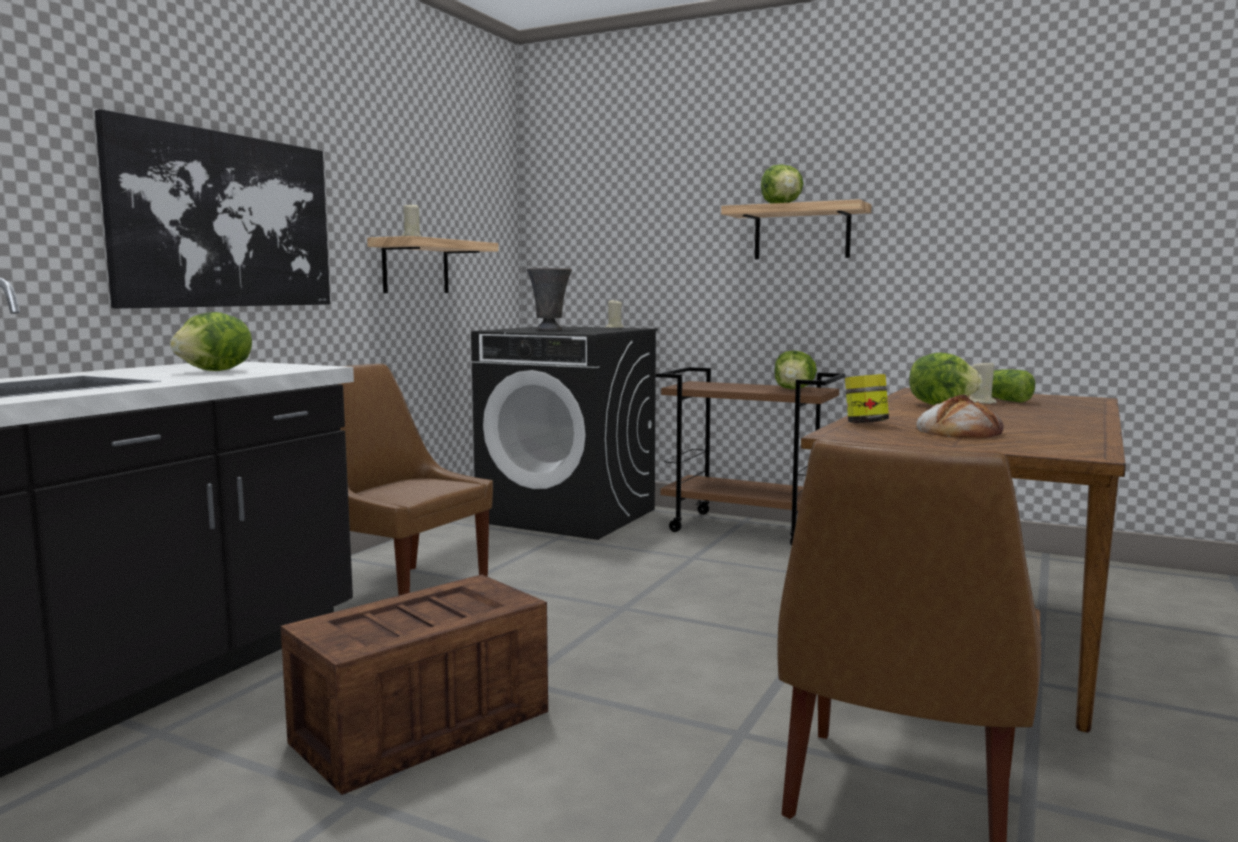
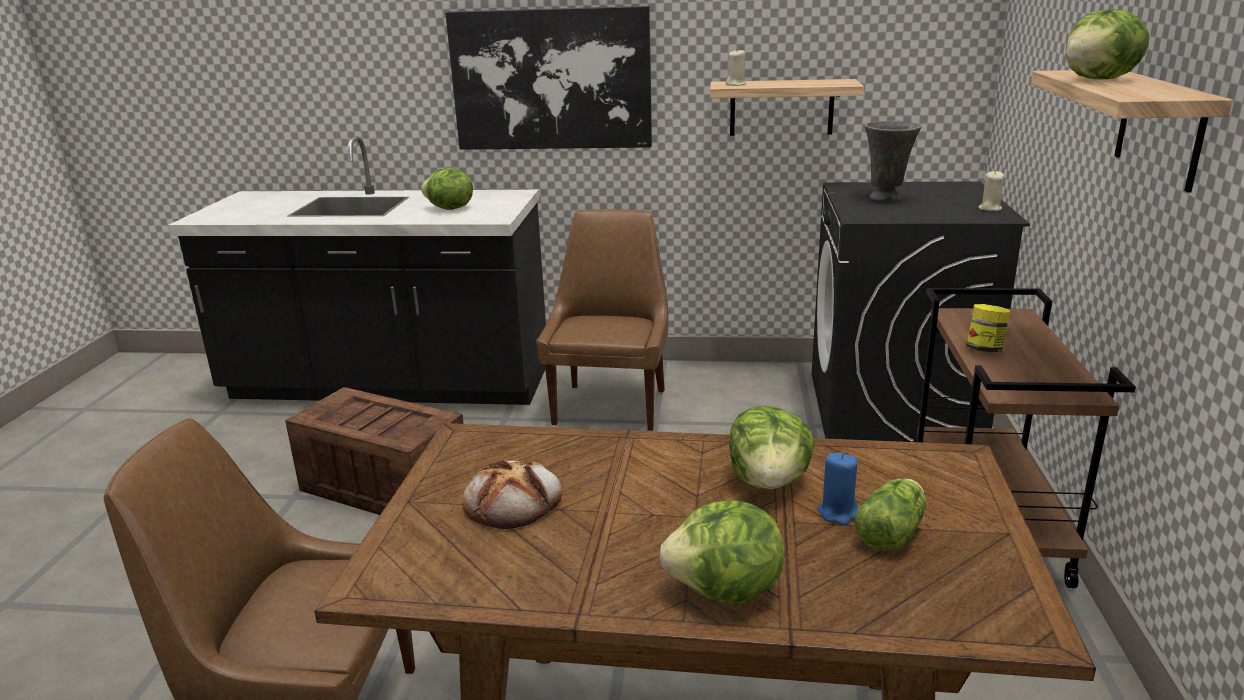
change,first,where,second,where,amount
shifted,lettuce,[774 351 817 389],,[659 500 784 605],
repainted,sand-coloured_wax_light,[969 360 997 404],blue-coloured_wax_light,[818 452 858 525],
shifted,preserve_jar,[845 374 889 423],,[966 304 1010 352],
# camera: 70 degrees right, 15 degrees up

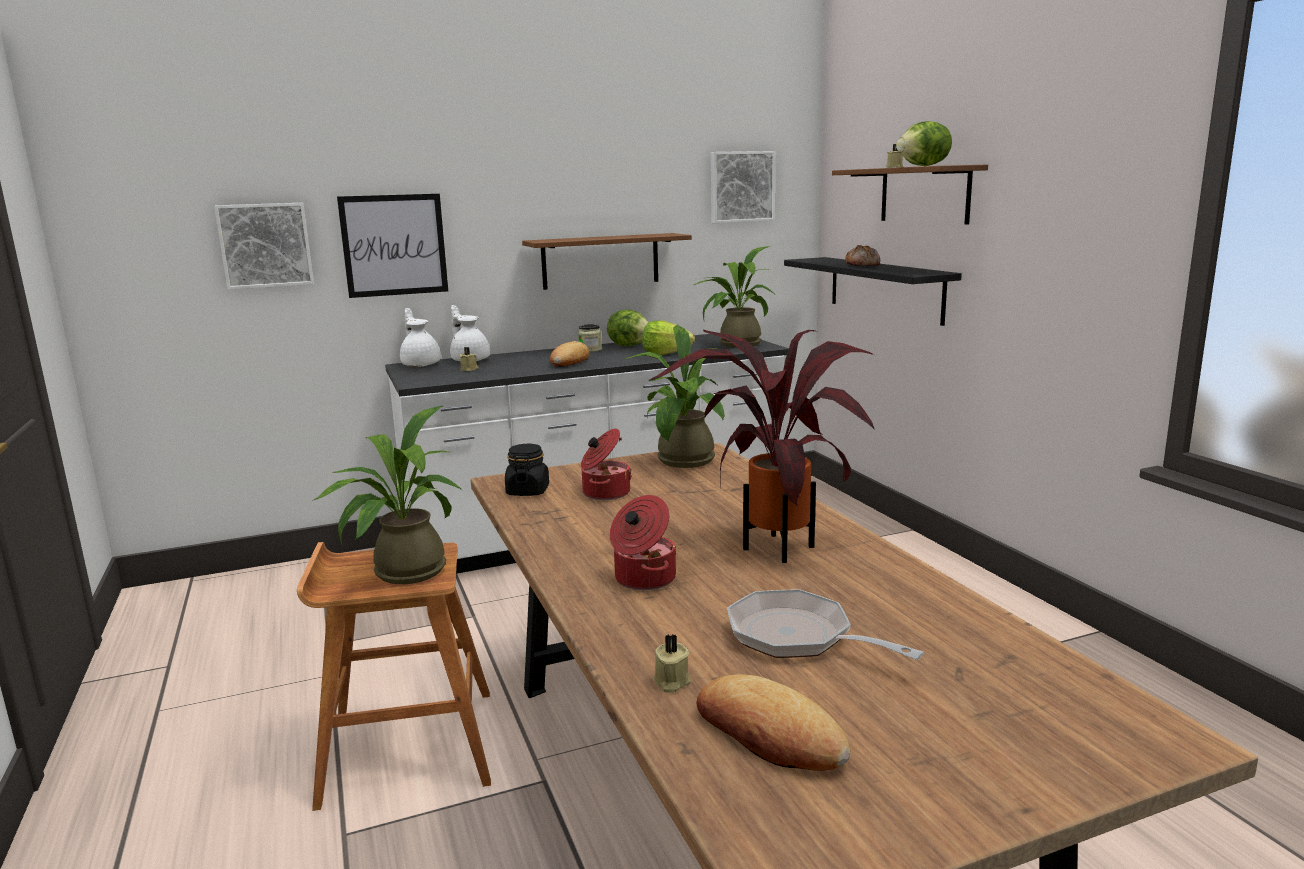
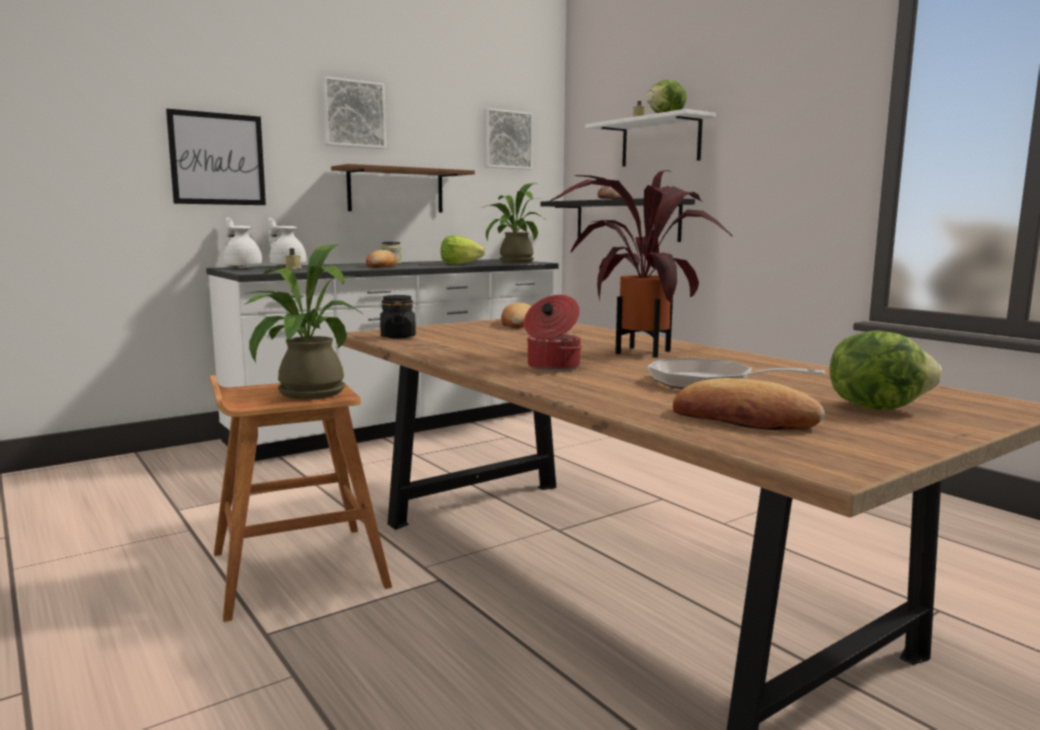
change,first,where,second,where,amount
shifted,wall_picture,[214 203 314 290],,[321 76 386 149],
swapped,plant_in_a_pot,[625 325 725 468],bakery_bread,[501 303 532 328],
repainted,brown-coloured_shelf,[832 165 988 225],white_shelf,[585 109 716 167],
shifted,lettuce,[607 310 649 346],,[830 331 942 410],
gone,stockpot,[581 429 632 500],,,
gone,sand-coloured_wax_light,[653 635 691 693],,,
# camera: 15 degrees left, 5 degrees down

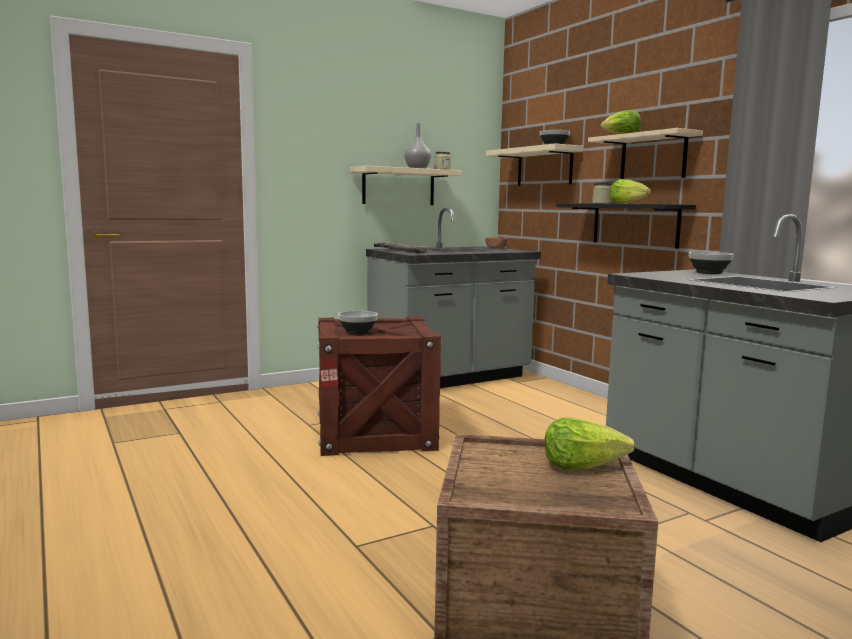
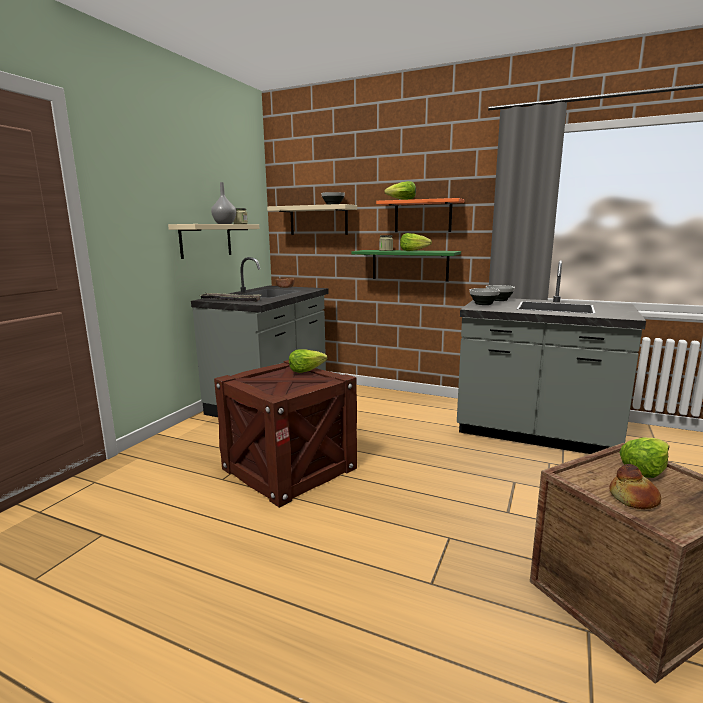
change,first,where,second,where,amount
new,,,lettuce,[289 349 327 373],
repainted,blackish_shelf,[556 203 696 249],greenish_shelf,[351 250 461 282],
repainted,sand-coloured_shelf,[588 128 703 179],orange-coloured_shelf,[376 198 464 232],
shifted,bowl,[338 311 378 335],,[470 288 500 305],
new,,,bakery_bread,[609 464 661 509],
# camera: 35 degrees left, 5 degrees up

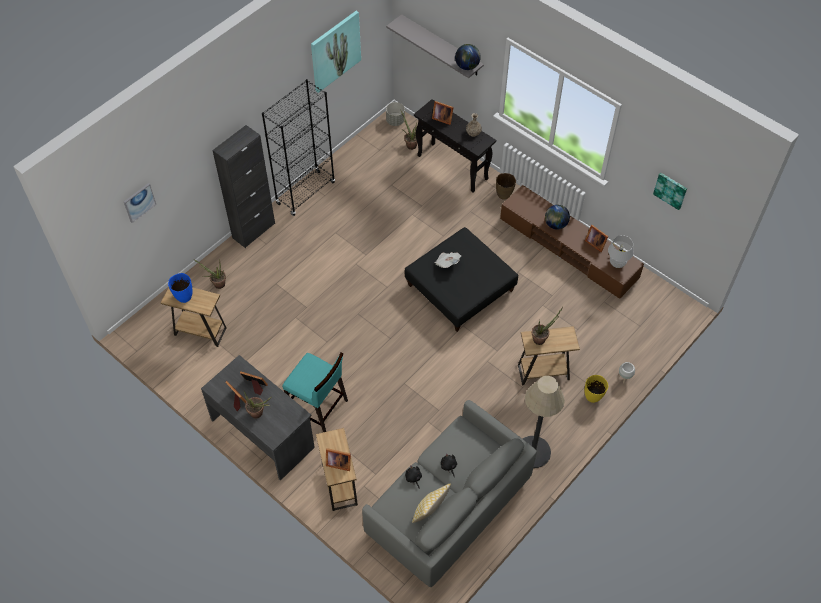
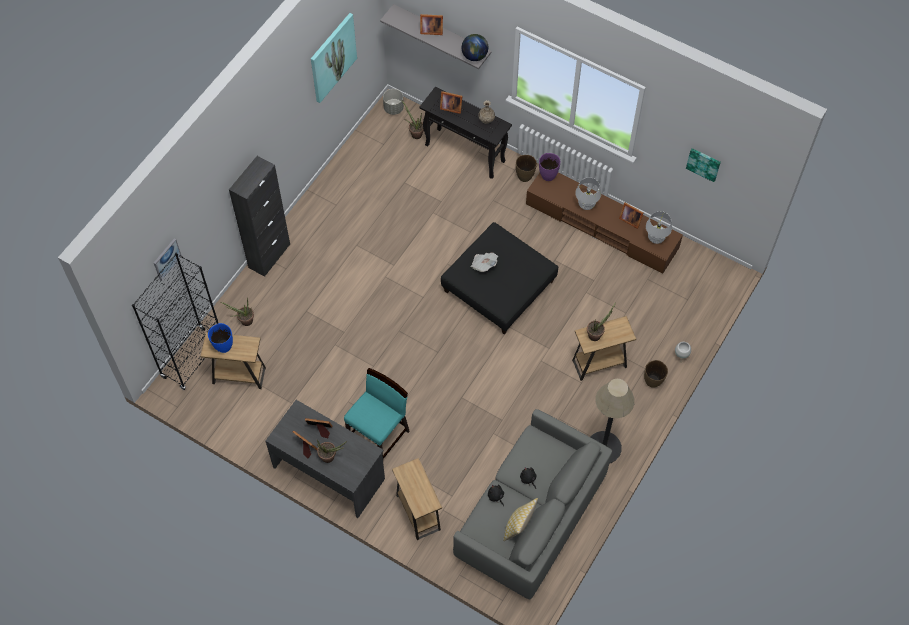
change,first,where,second,where,amount
shifted,blackish_bookcase,[262 79 335 216],,[132 253 219 391],
rotated,turquoise_upright_chair,[282 352 348 432],,[344 368 410 459],75 degrees counterclockwise
shifted,picture_frame,[326 448 351 471],,[420 14 443 35],
new,,,purple_decorative_vase,[539 153 560 181],
swapped,world_globe,[545 205 570 230],white_table_lamp,[575 177 601 210],
repainted,yellow_decorative_vase,[585 375 608 403],brown-coloured_decorative_vase,[644 360 668 388],
# camera: 10 degrees left, 5 degrees up

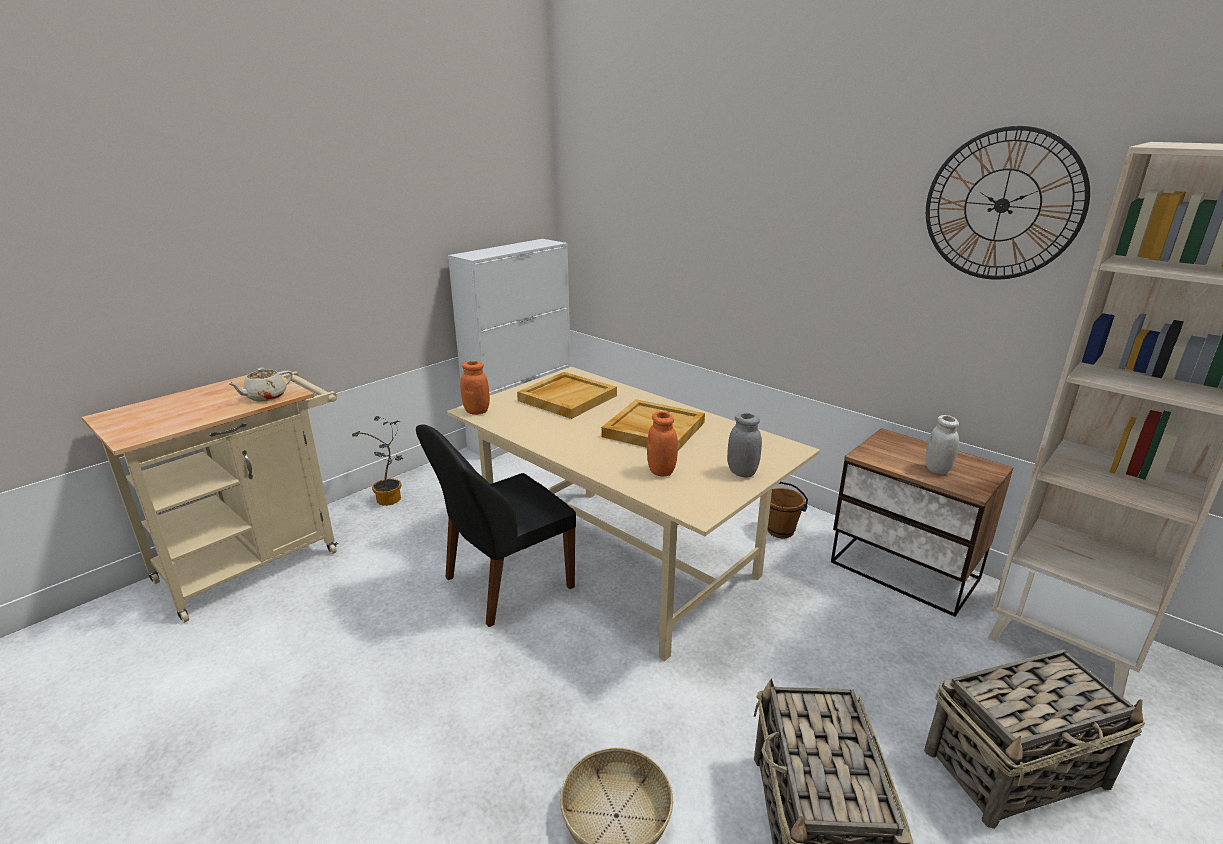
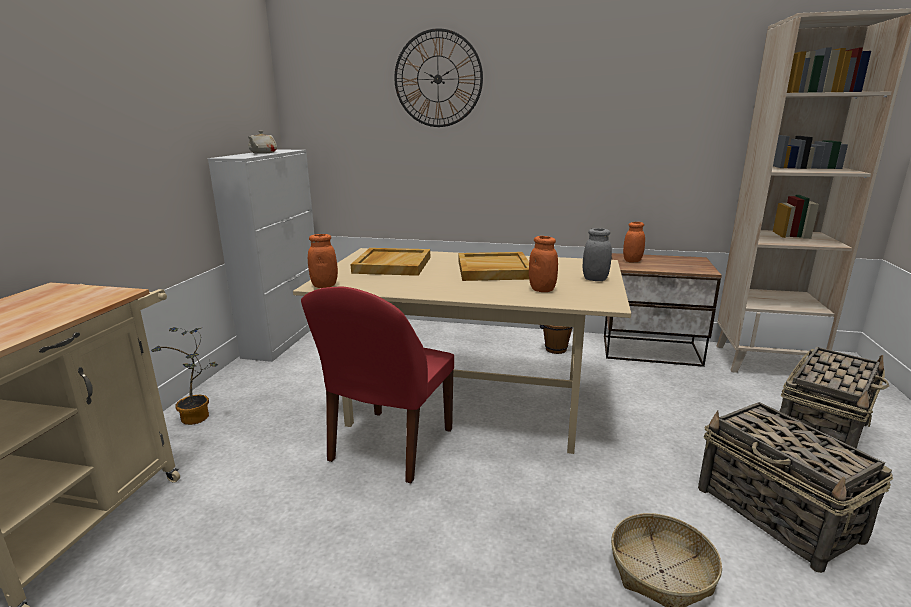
change,first,where,second,where,amount
shifted,sand-coloured_tea_pot,[227 368 293 402],,[248 131 277 154],
repainted,blackish_upright_chair,[416 424 576 627],red_upright_chair,[301 287 454 483],
shifted,wall_clock,[926 126 1090 280],,[394 28 483 127],
new,,,orange-coloured_preserve_jar,[623 222 645 263],
gone,white_preserve_jar,[926 415 959 474],,,
# camera: 30 degrees left, 5 degrees down

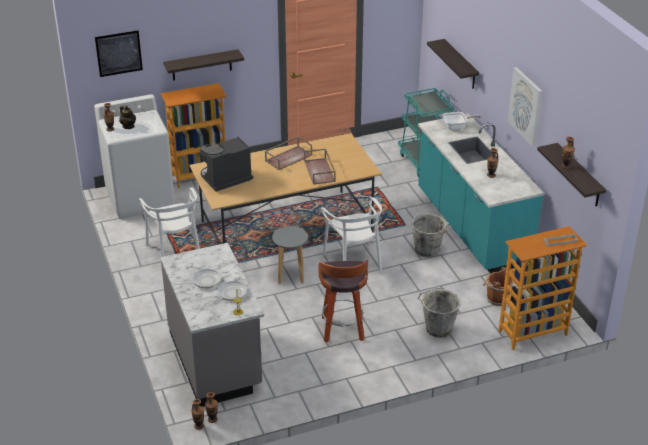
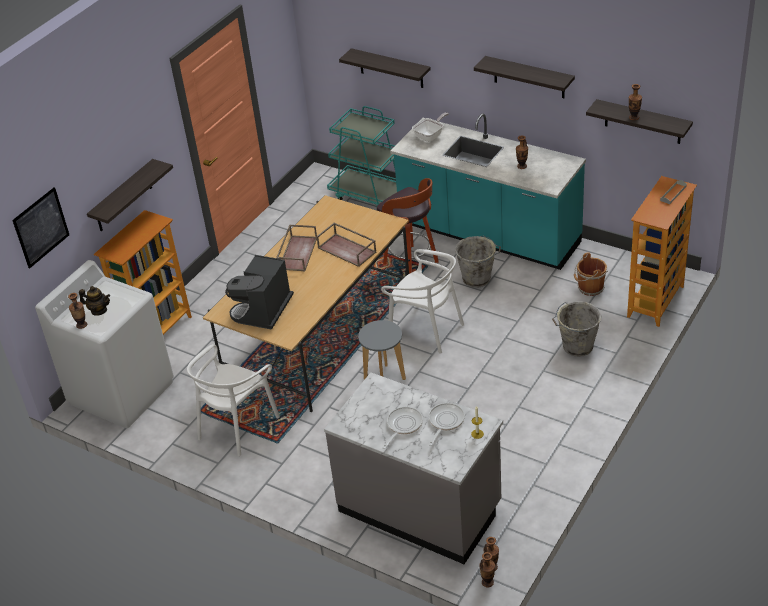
change,first,where,second,where,amount
rotated,white_upright_chair,[139 187 200 257],,[187 344 280 456],90 degrees clockwise
shifted,sitting_stool,[318 260 368 343],,[377 178 439 274],
swapped,wall_picture,[508 67 542 146],shelf,[474 56 575 98],
# camera: 35 degrees left, 5 degrees up

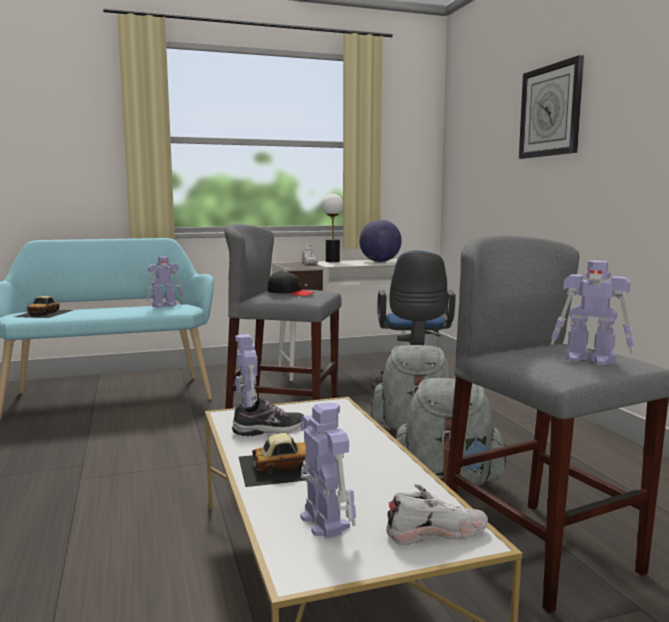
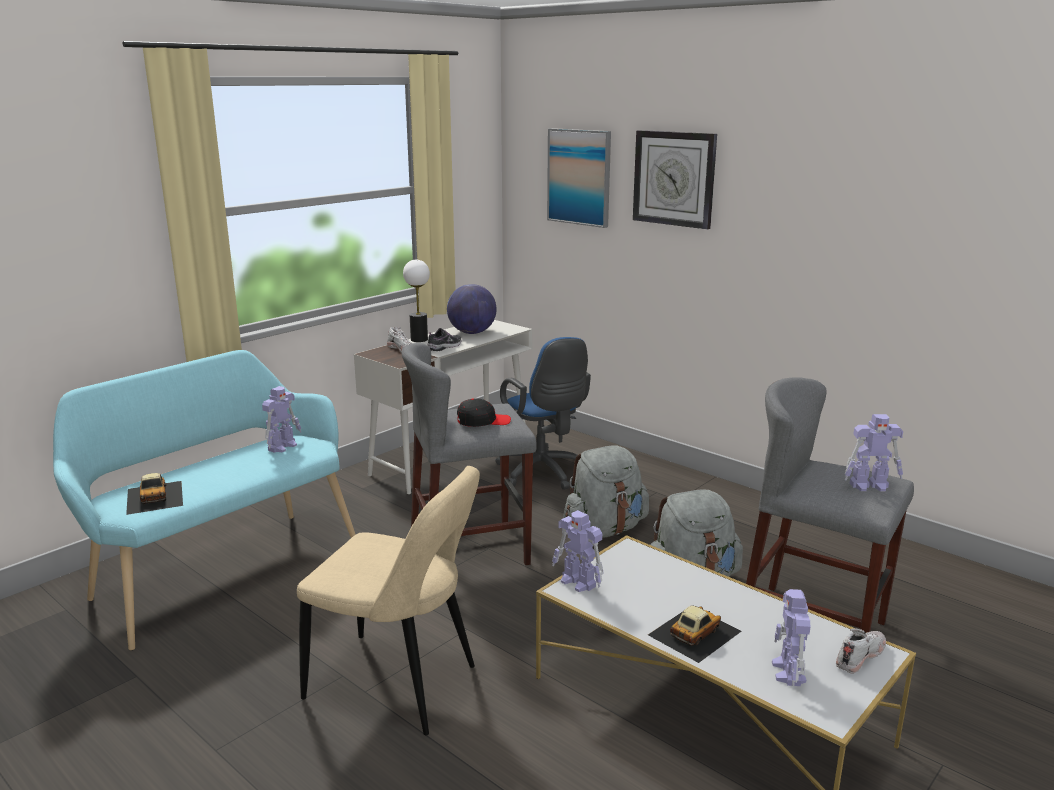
change,first,where,second,where,amount
new,,,sand-coloured_upright_chair,[297 466 480 735],
shifted,item_of_footwear,[232 398 304 436],,[428 328 462 351],
new,,,wall_picture,[547 128 611 228],
rotated,model_robot,[300 402 356 538],,[772 589 811 686],120 degrees counterclockwise
# camera: 30 degrees left, 10 degrees up

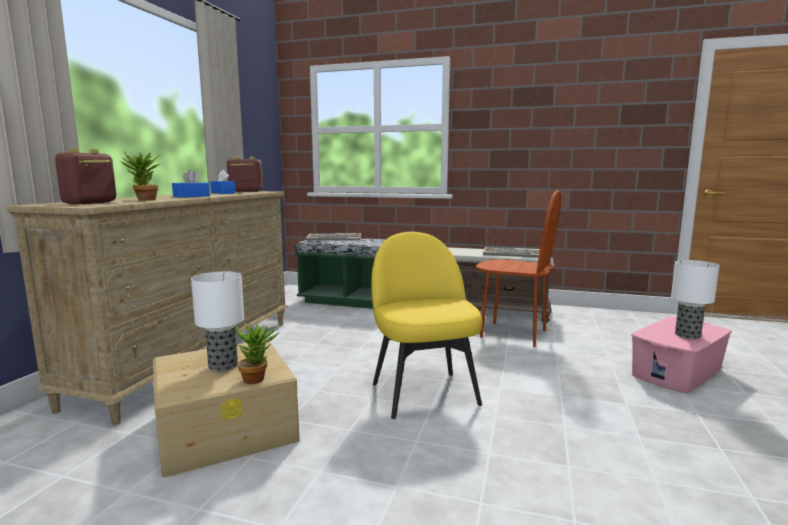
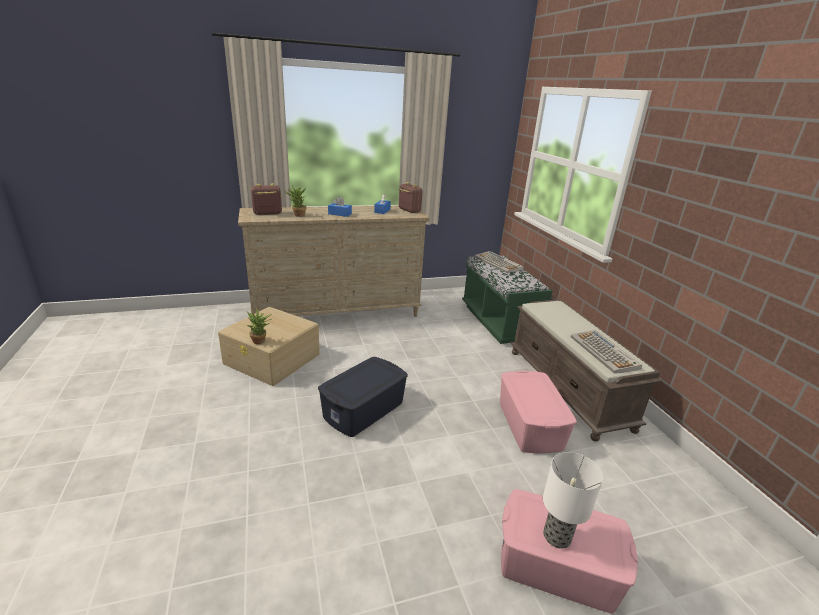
change,first,where,second,where,amount
swapped,yellow_upright_chair,[371 232 482 419],blue-coloured_storage_container,[318 357 408 437],
swapped,brown-coloured_upright_chair,[476 190 561 347],pinkish_storage_container,[500 371 577 454],
gone,table_lamp,[191 271 244 372],,,
# camera: 55 degrees right, 15 degrees up

